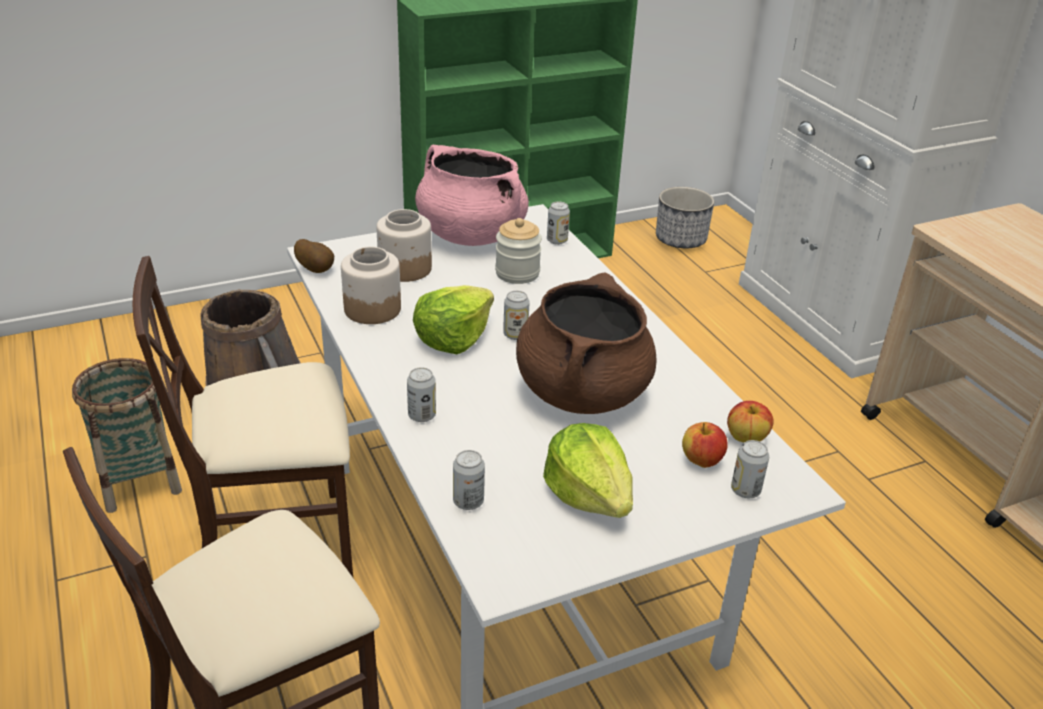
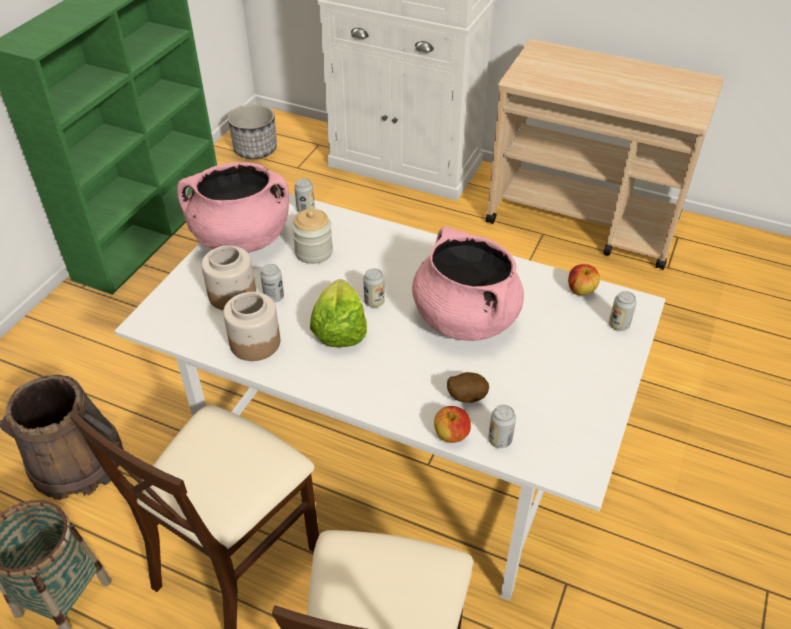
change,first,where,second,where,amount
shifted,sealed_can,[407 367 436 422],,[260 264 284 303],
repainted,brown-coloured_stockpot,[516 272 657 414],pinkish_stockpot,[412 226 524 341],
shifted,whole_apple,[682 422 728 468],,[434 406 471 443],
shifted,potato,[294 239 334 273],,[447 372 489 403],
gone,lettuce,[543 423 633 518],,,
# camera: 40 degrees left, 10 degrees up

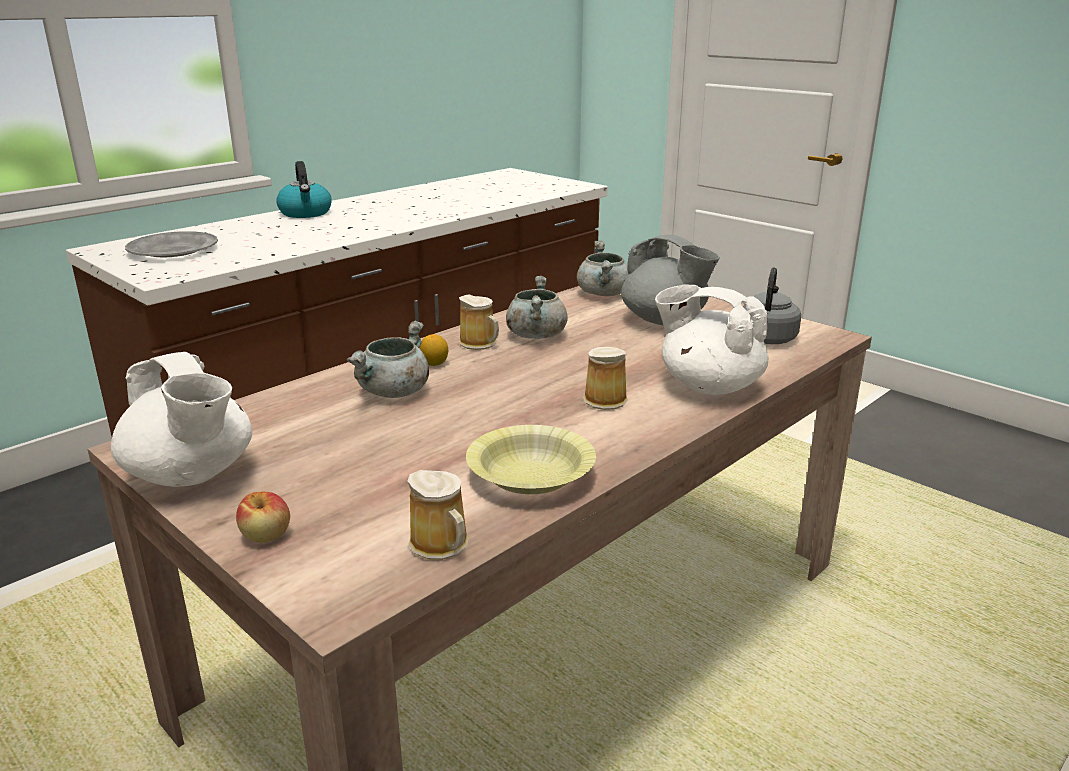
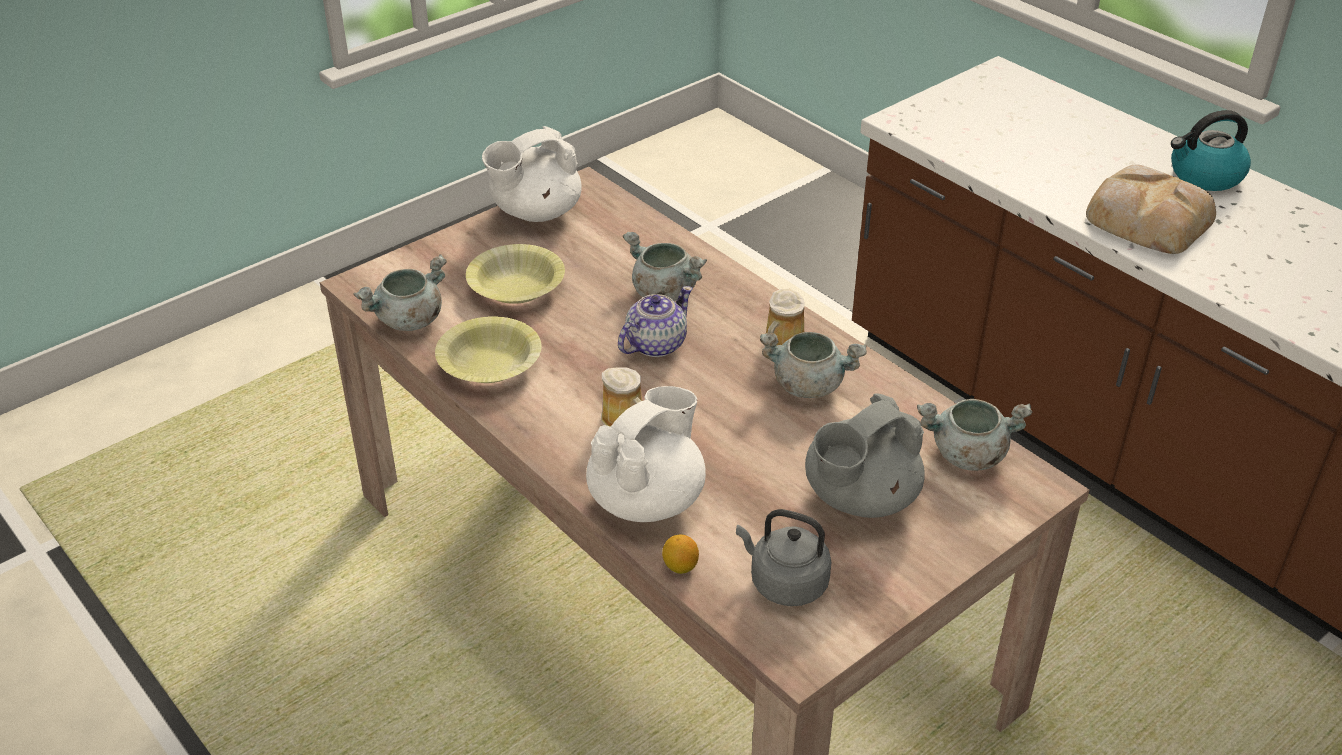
change,first,where,second,where,amount
swapped,tea_mug,[408 470 469 560],gray_stockpot,[353 254 447 331],
new,,,yellow_bowl,[466 244 565 304],
new,,,tea_pot,[618 286 693 357],
shifted,lemon,[419 334 448 366],,[662 535 699 574],
new,,,bakery_bread,[1086 164 1216 254],
gone,gray_flat_dish,[125 231 218 257],,,
gone,whole_apple,[236 492 290 543],,,
# camera: 95 degrees right, 15 degrees up

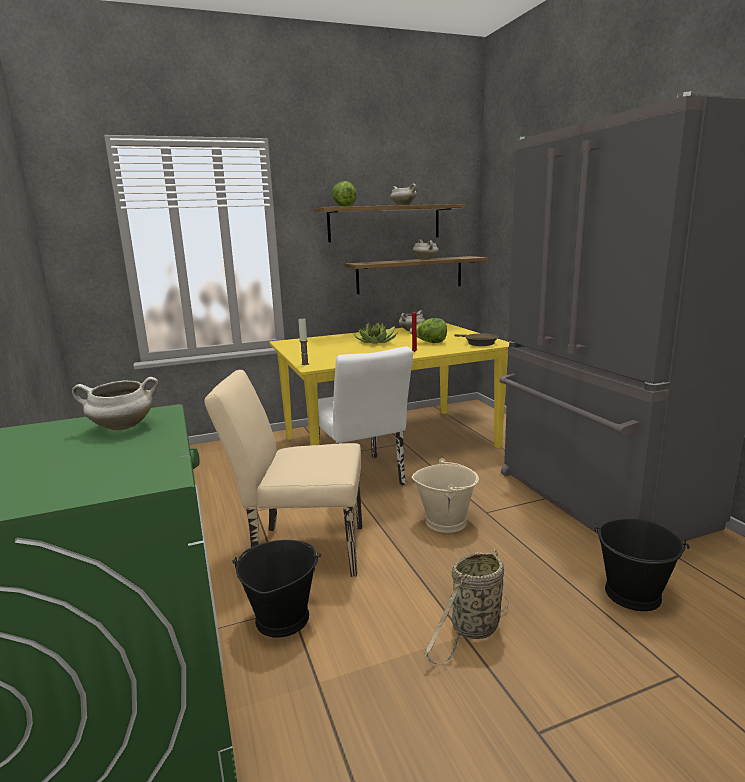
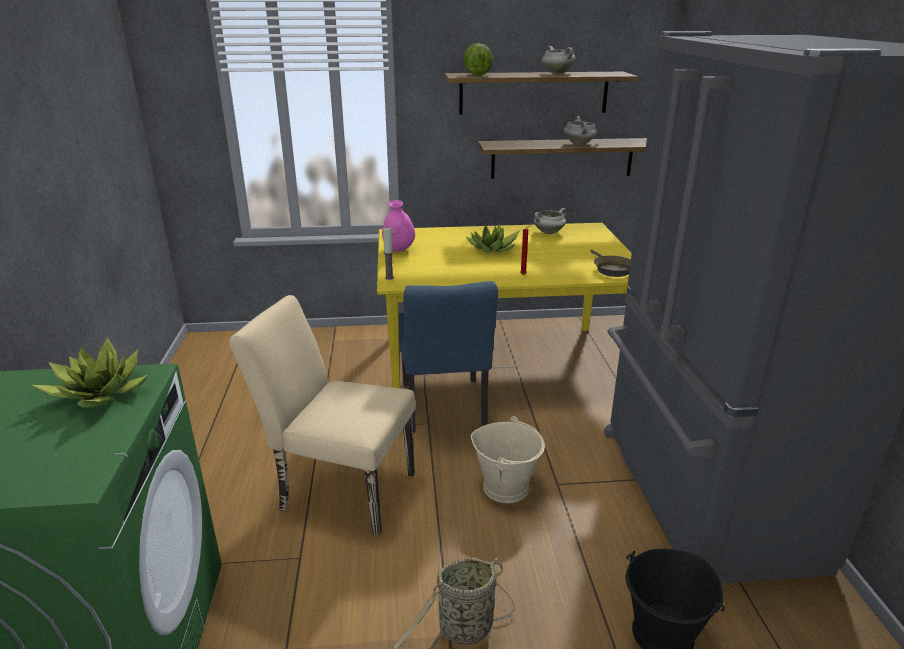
change,first,where,second,where,amount
swapped,white_stockpot,[72 377 158 430],plant_in_a_pot,[32 337 149 408],
new,,,pinkish_decorative_vase,[382 200 415 252],
repainted,white_upright_chair,[318 346 413 486],blue-coloured_upright_chair,[399 281 498 433],
gone,blackish_pail,[232 540 321 638],,,
gone,lettuce,[410 318 447 343],,,
# camera: 15 degrees right, 10 degrees up

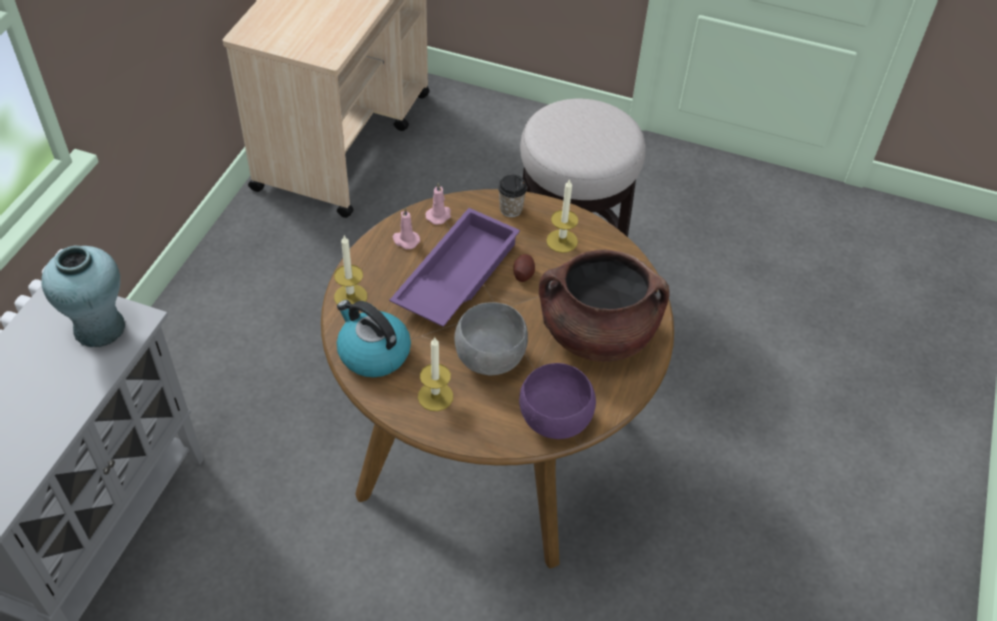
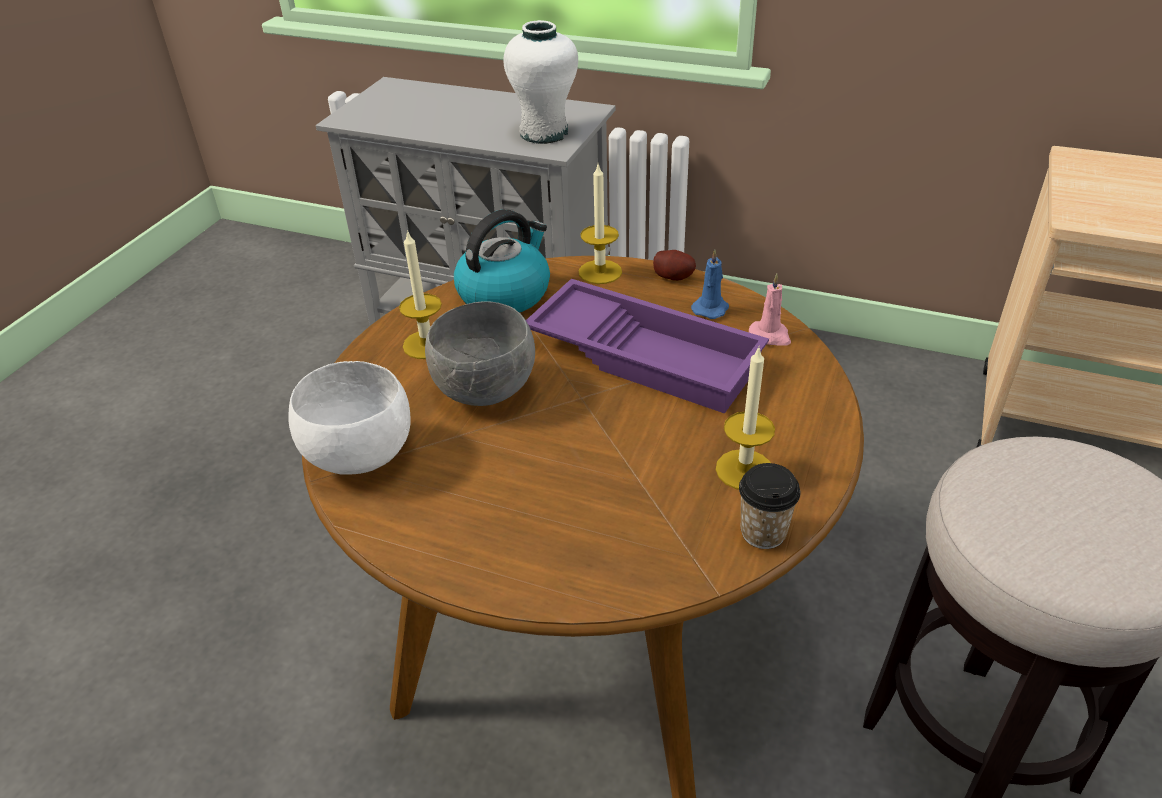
change,first,where,second,where,amount
repainted,purple_bowl,[519 363 596 439],white_bowl,[288 361 411 475],
repainted,turquoise_decorative_vase,[41 246 125 347],white_decorative_vase,[504 20 578 144],
shifted,potato,[514 254 535 282],,[653 250 696 281],
repainted,pinkish_wax_light,[393 207 420 249],blue-coloured_wax_light,[691 249 729 319],
shifted,drinking_cup,[498 174 527 217],,[739 463 800 549],
gone,brown-coloured_stockpot,[539 250 669 362],,,
# camera: 95 degrees right, 10 degrees down

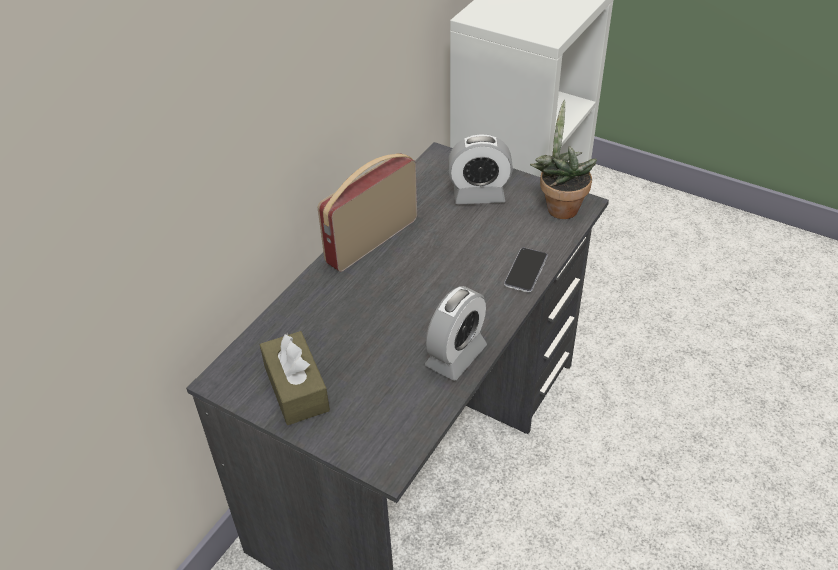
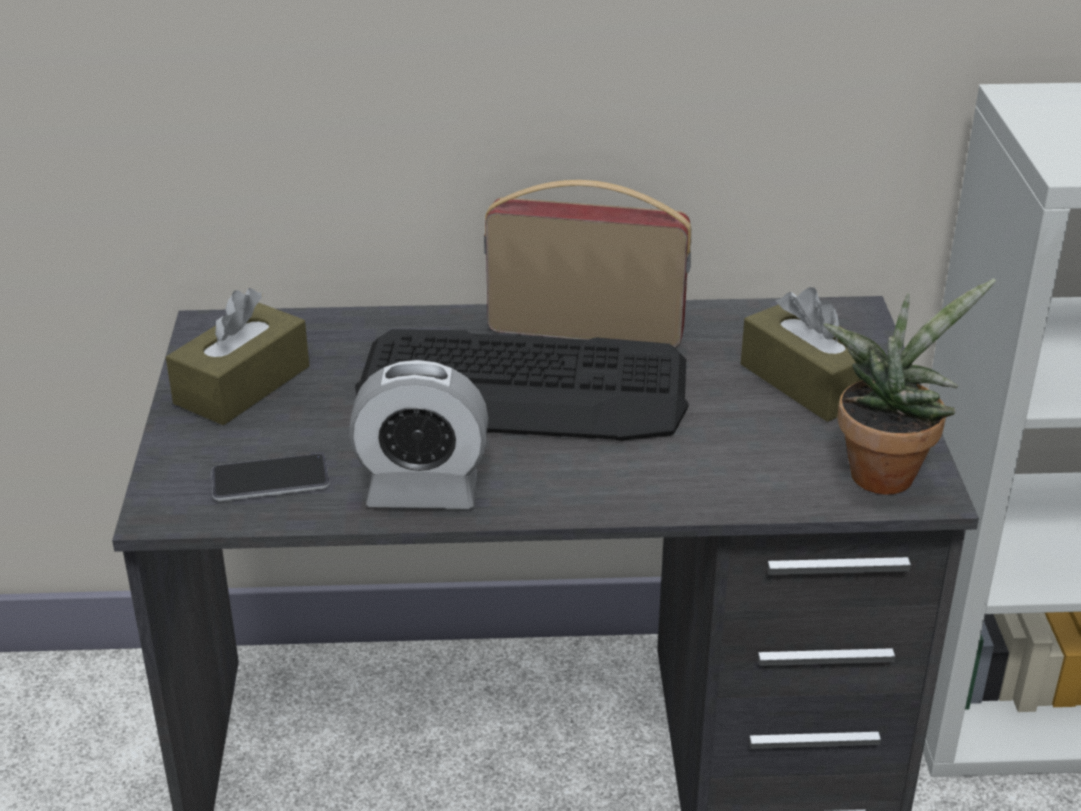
change,first,where,second,where,amount
shifted,telephone,[504 248 548 293],,[212 454 330 502],
new,,,keyboard,[355 329 689 441],
swapped,alarm_clock,[448 134 513 204],brown-coloured_tissue_holder,[741 287 862 422],
# camera: 55 degrees right, 10 degrees down

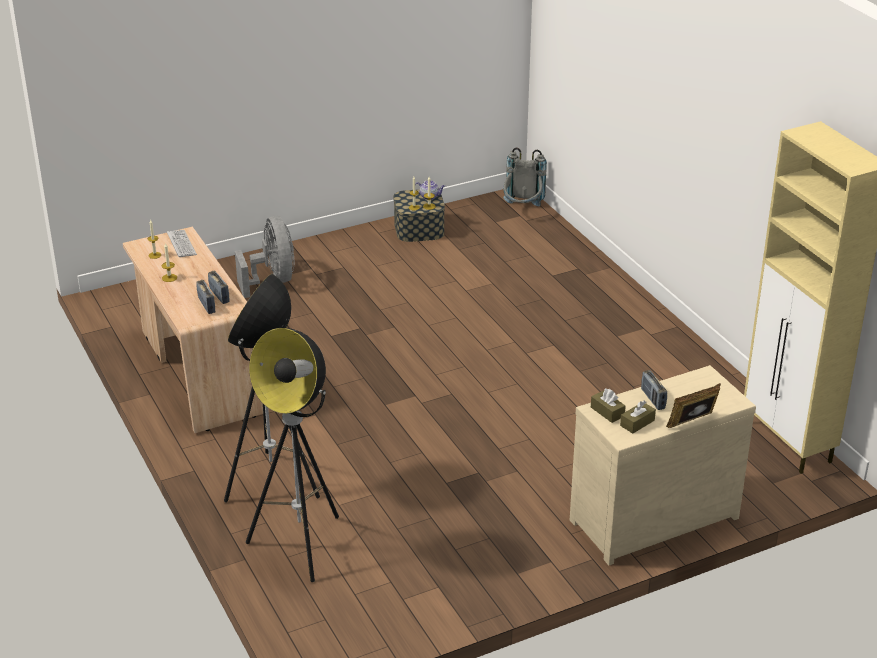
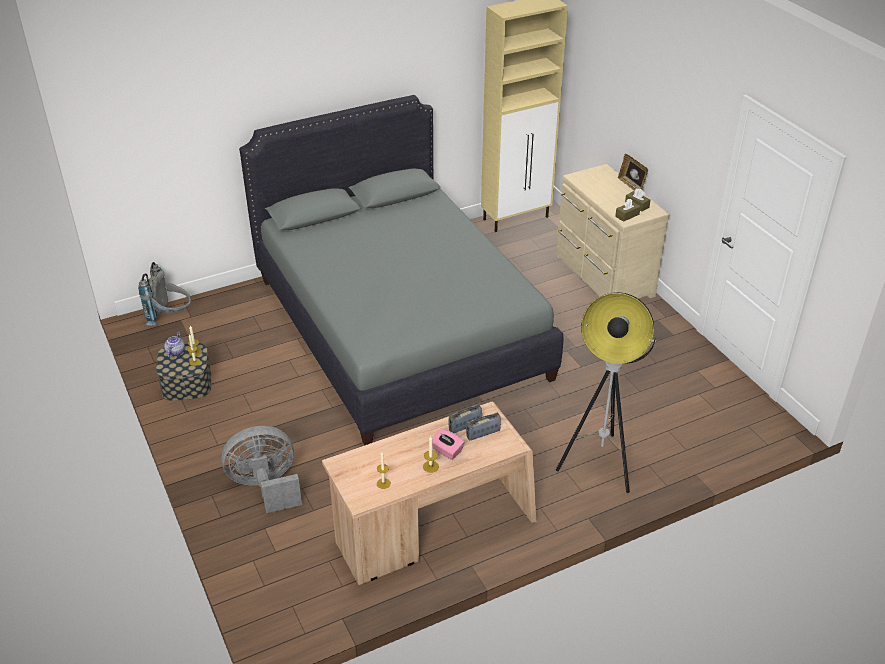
change,first,where,second,where,amount
new,,,gray_bedroom_bed,[239 95 563 445],
new,,,pinkish_tissue_holder,[432 428 465 460],
gone,keyboard,[167 230 197 257],,,
gone,standing_lamp,[246 328 339 582],,,
gone,radio_receiver,[641 370 667 410],,,
# camera: 90 degrees left, 5 degrees up

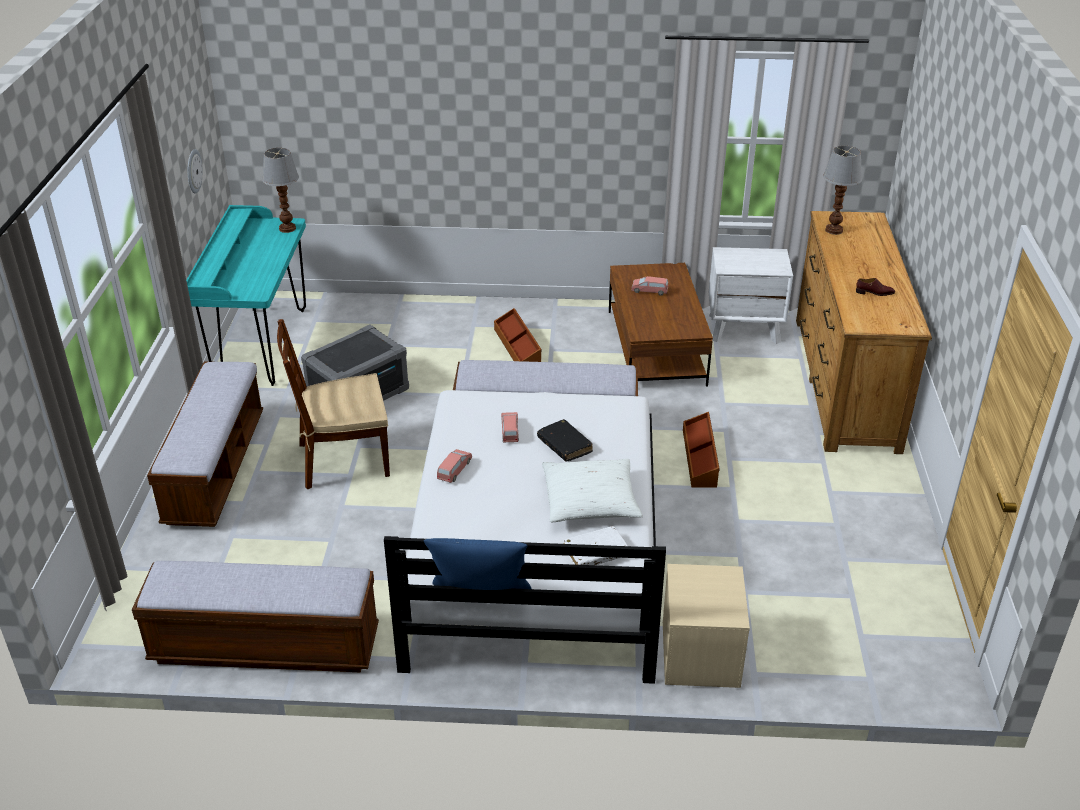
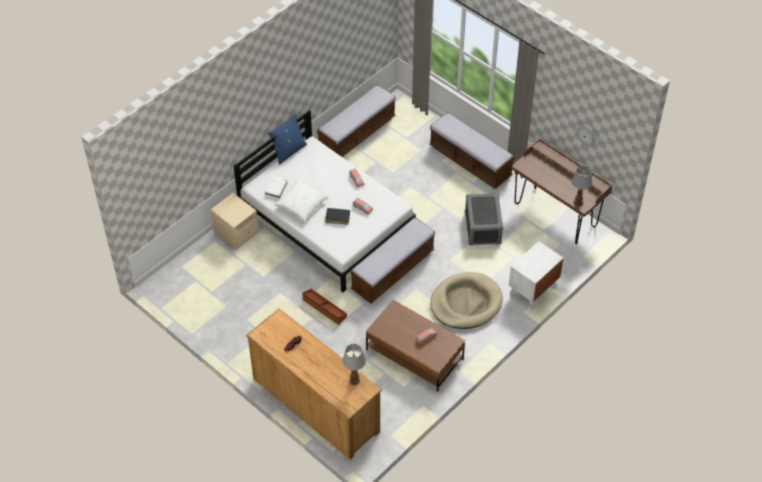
change,first,where,second,where,amount
swapped,brown-coloured_storage_container,[494 308 541 362],sand-coloured_dog_bed,[430 272 503 329],
shifted,white_nightstand,[709 247 793 344],,[509 241 564 310],
repainted,turquoise_desk_table,[186 205 306 386],brown-coloured_desk_table,[512 138 612 244],
gone,brown-coloured_upright_chair,[277 319 390 489],,,
# camera: 130 degrees right, 15 degrees up

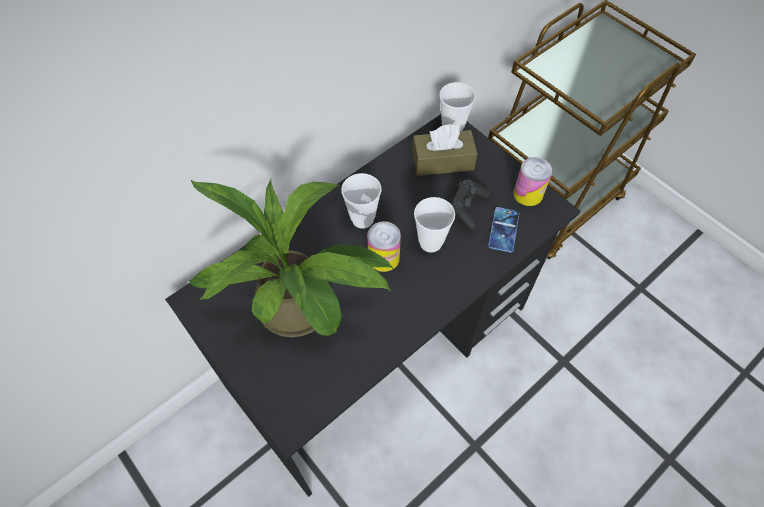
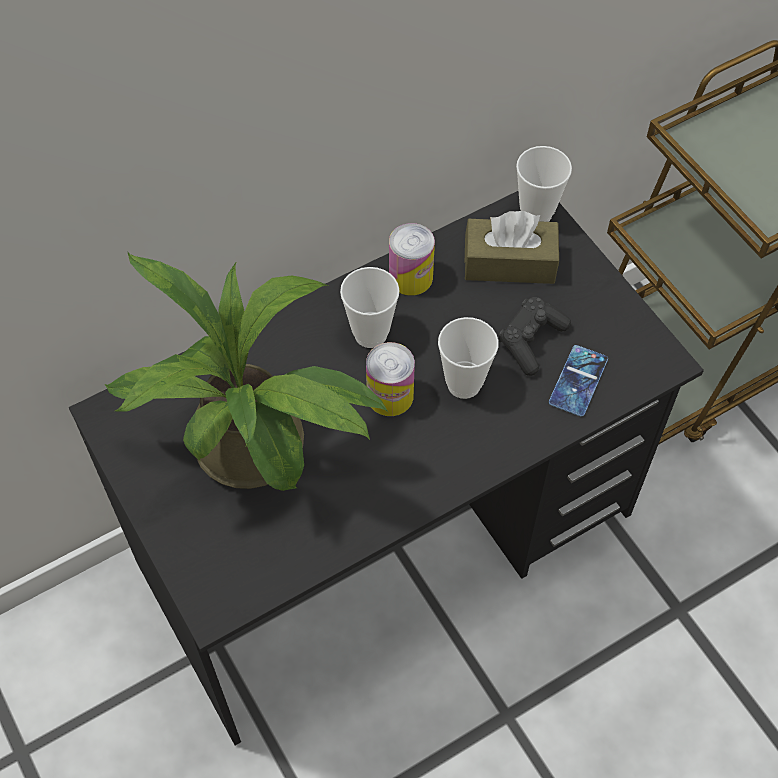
change,first,where,second,where,amount
shifted,sealed_can,[513 157 553 206],,[389 223 435 296],
# camera: 10 degrees right, 0 degrees up

